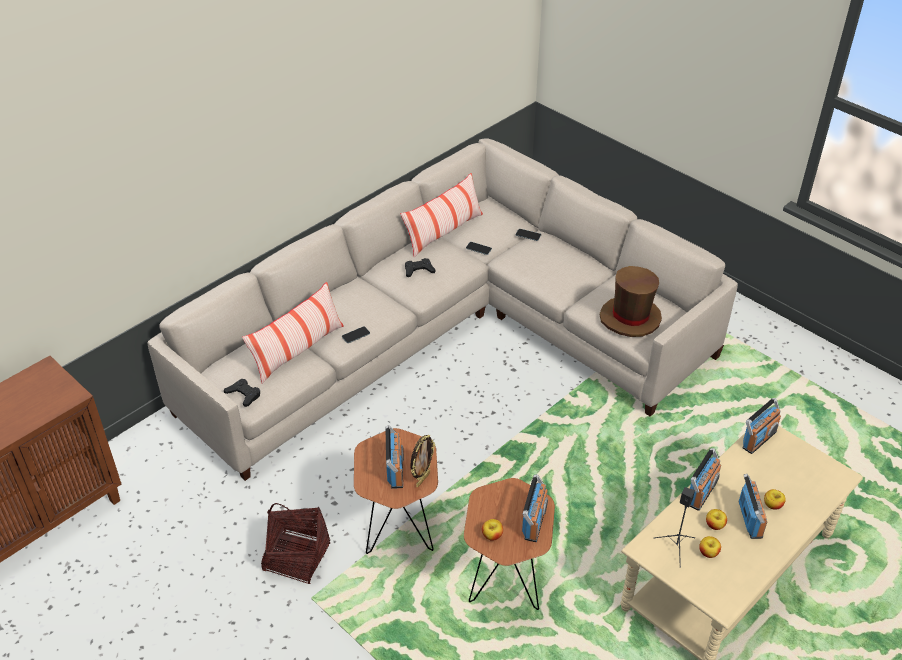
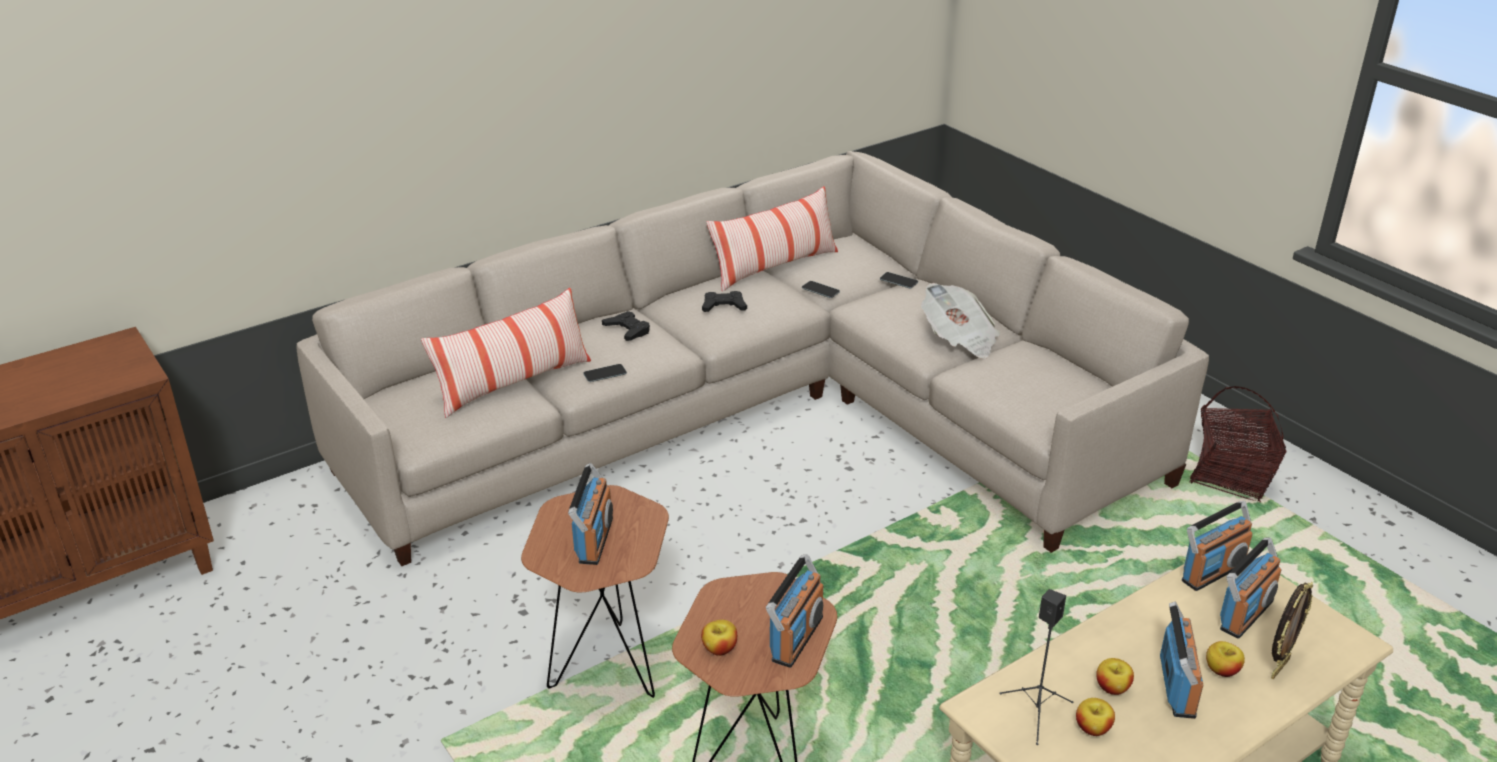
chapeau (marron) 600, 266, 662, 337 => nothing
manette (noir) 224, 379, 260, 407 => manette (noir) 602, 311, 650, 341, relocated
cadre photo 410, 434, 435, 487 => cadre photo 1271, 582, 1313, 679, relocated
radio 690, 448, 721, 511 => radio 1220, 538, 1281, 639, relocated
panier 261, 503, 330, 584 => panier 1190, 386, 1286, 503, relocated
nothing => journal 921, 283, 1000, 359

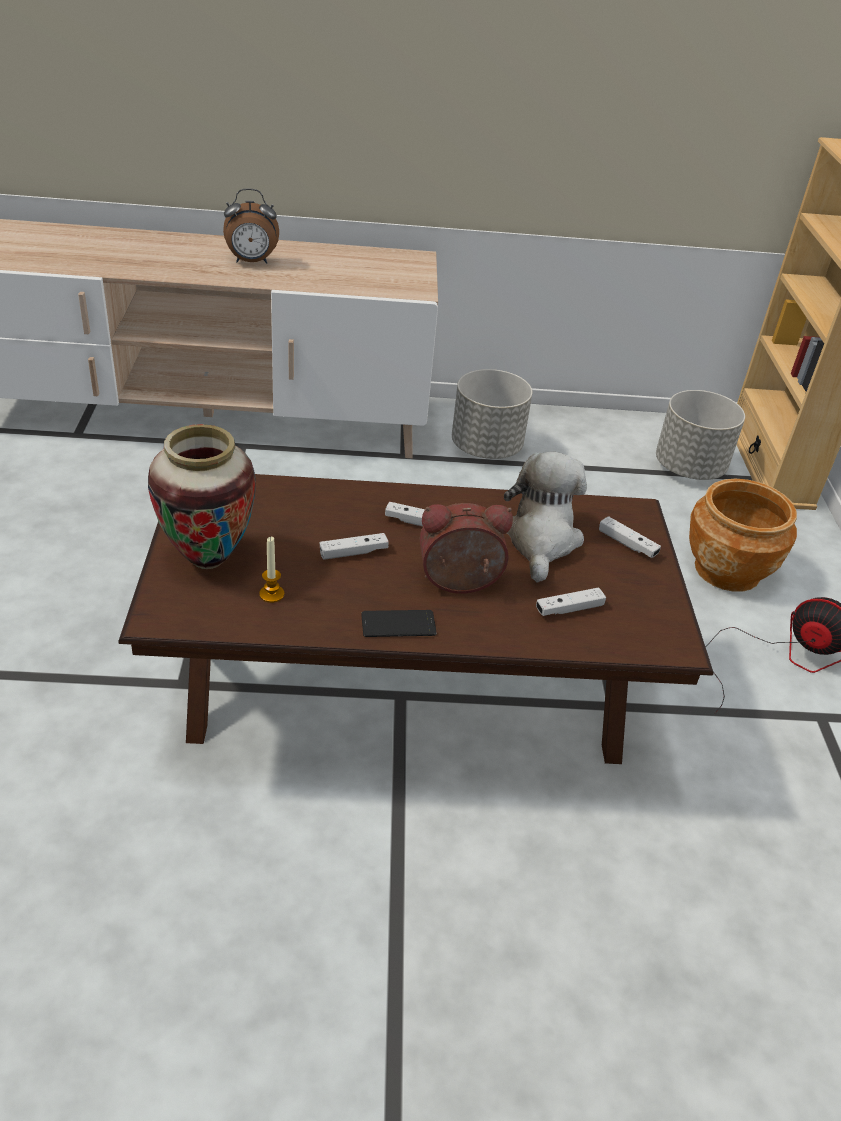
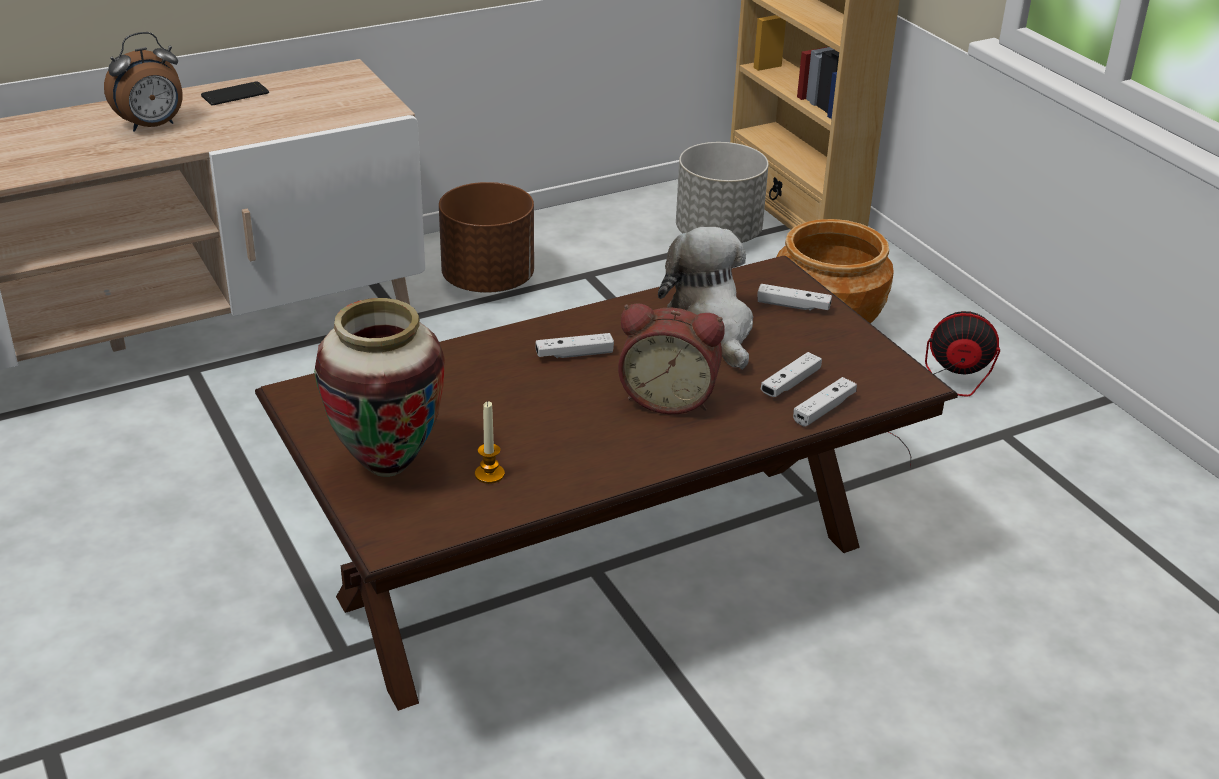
cache-pot (gris) 452, 369, 532, 459 => cache-pot (marron) 439, 182, 534, 293
réveil 420, 503, 513, 593 => réveil 618, 303, 725, 414, 135 degrees counterclockwise
manette (blanc) 320, 533, 389, 560 => manette (blanc) 793, 377, 857, 427, relocated
téléphone 361, 610, 437, 637 => téléphone 201, 81, 269, 106, relocated

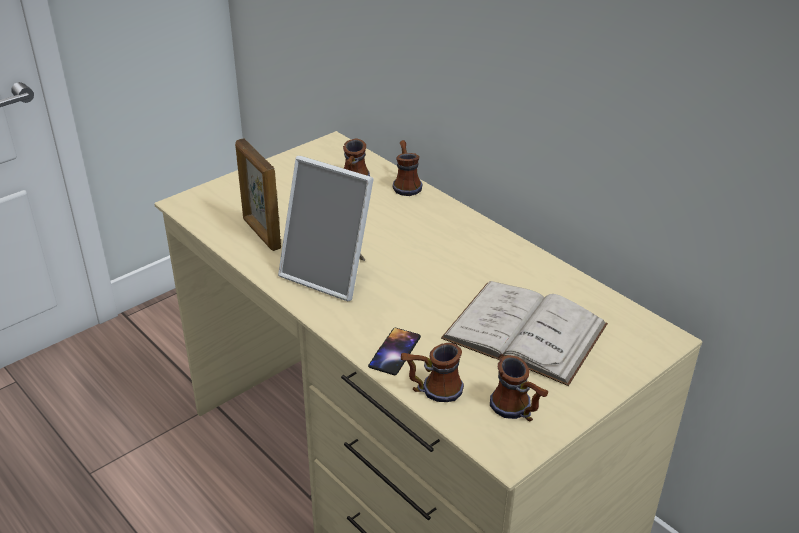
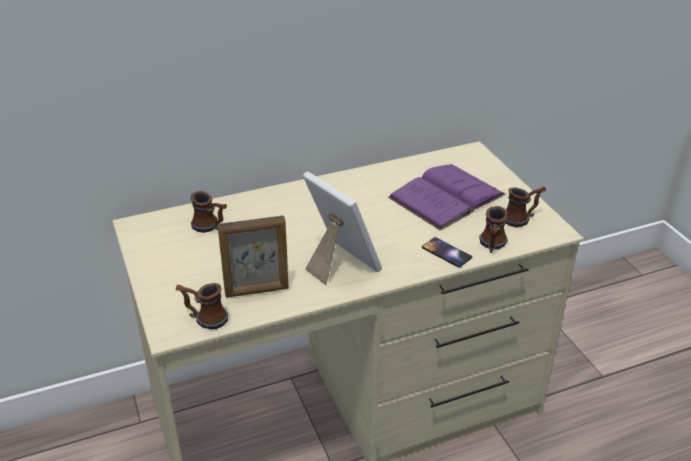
mug 392, 140, 423, 196 => mug 176, 283, 228, 329, relocated
cadre photo 278, 156, 374, 301 => cadre photo 303, 171, 382, 285, 90 degrees counterclockwise
livre (blanc) 441, 281, 608, 386 => livre (violet) 388, 164, 506, 230

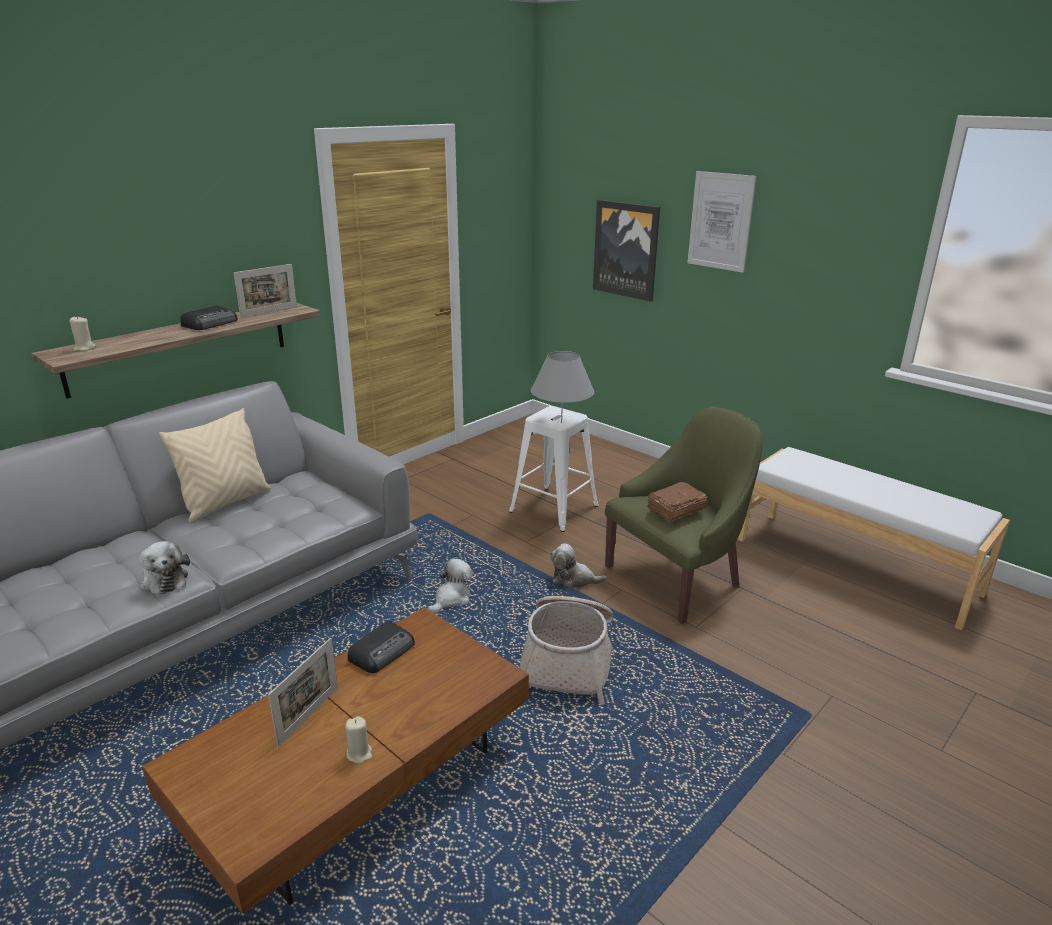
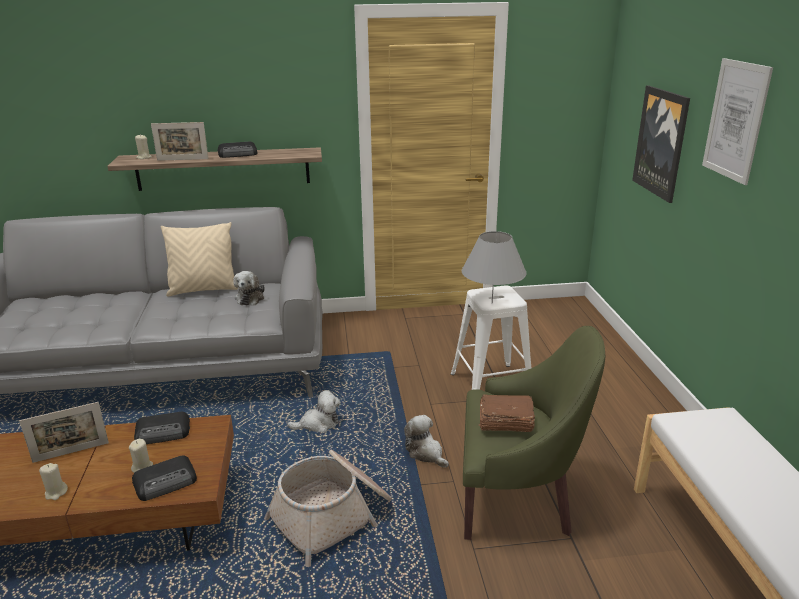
cadre photo 234, 264, 297, 318 => cadre photo 151, 122, 209, 161, relocated
peluche 139, 541, 190, 594 => peluche 233, 271, 265, 305, relocated
nothing => bougie (beige) 129, 439, 153, 473
nothing => radio 132, 455, 197, 501

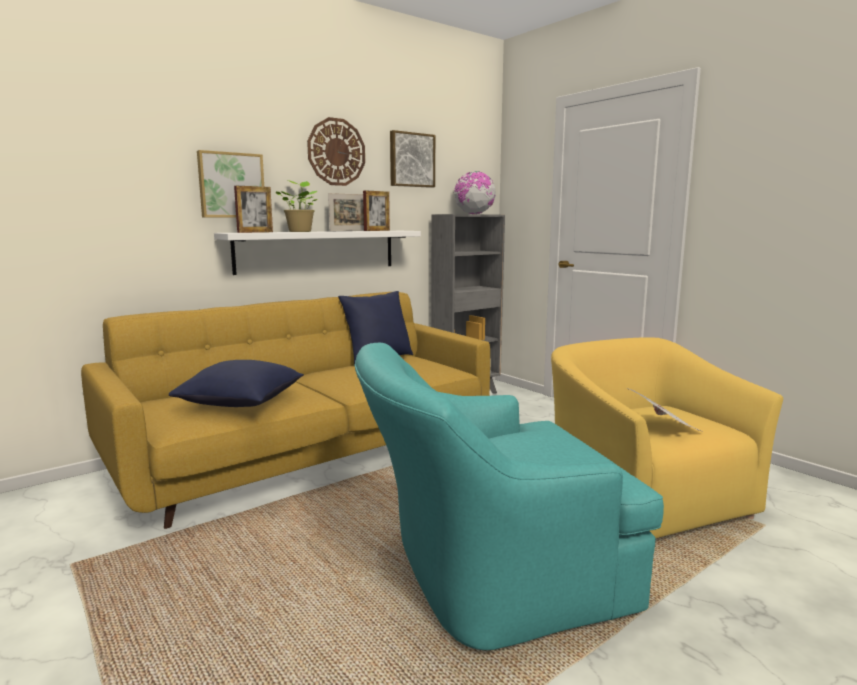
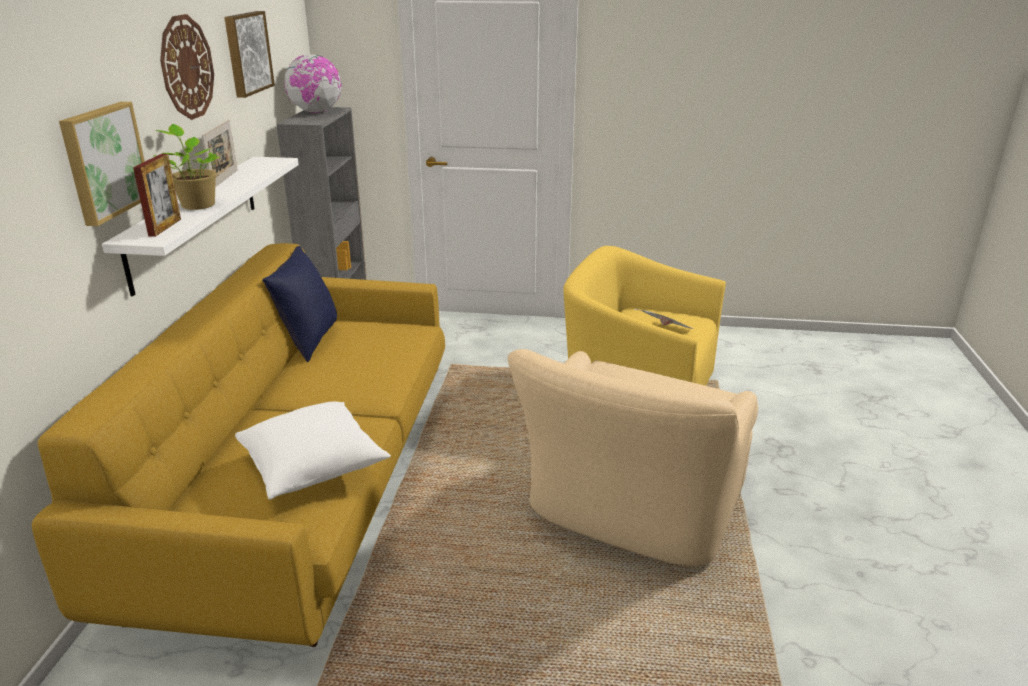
cadre photo 363, 190, 390, 231 => nothing
fauteuil (turquoise) 354, 343, 664, 650 => fauteuil (beige) 507, 349, 758, 566
coussin (bleu) 169, 360, 304, 407 => coussin (blanc) 235, 402, 391, 500

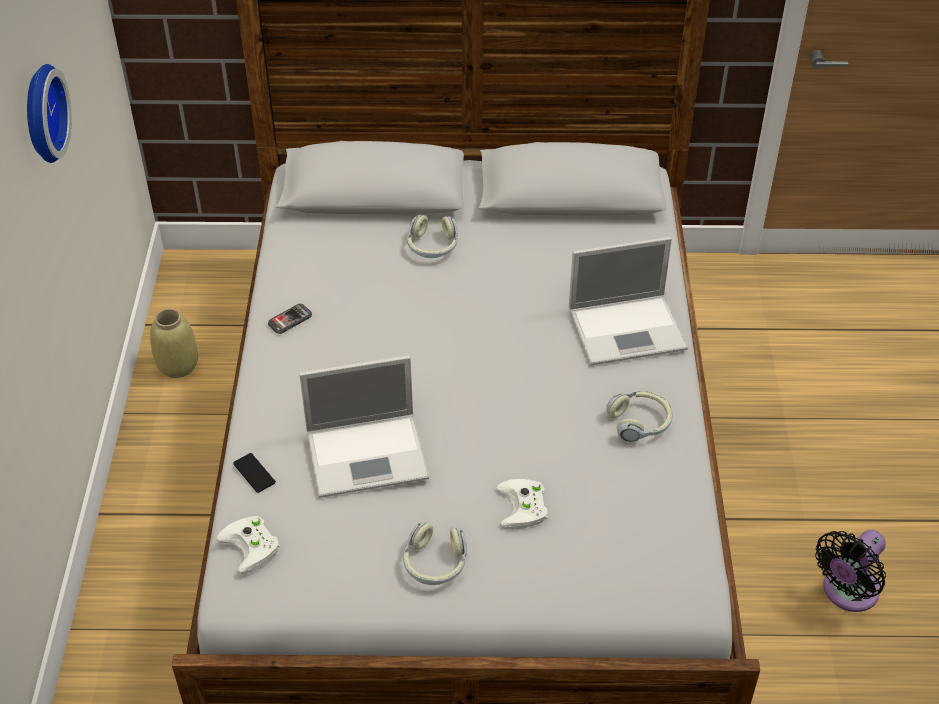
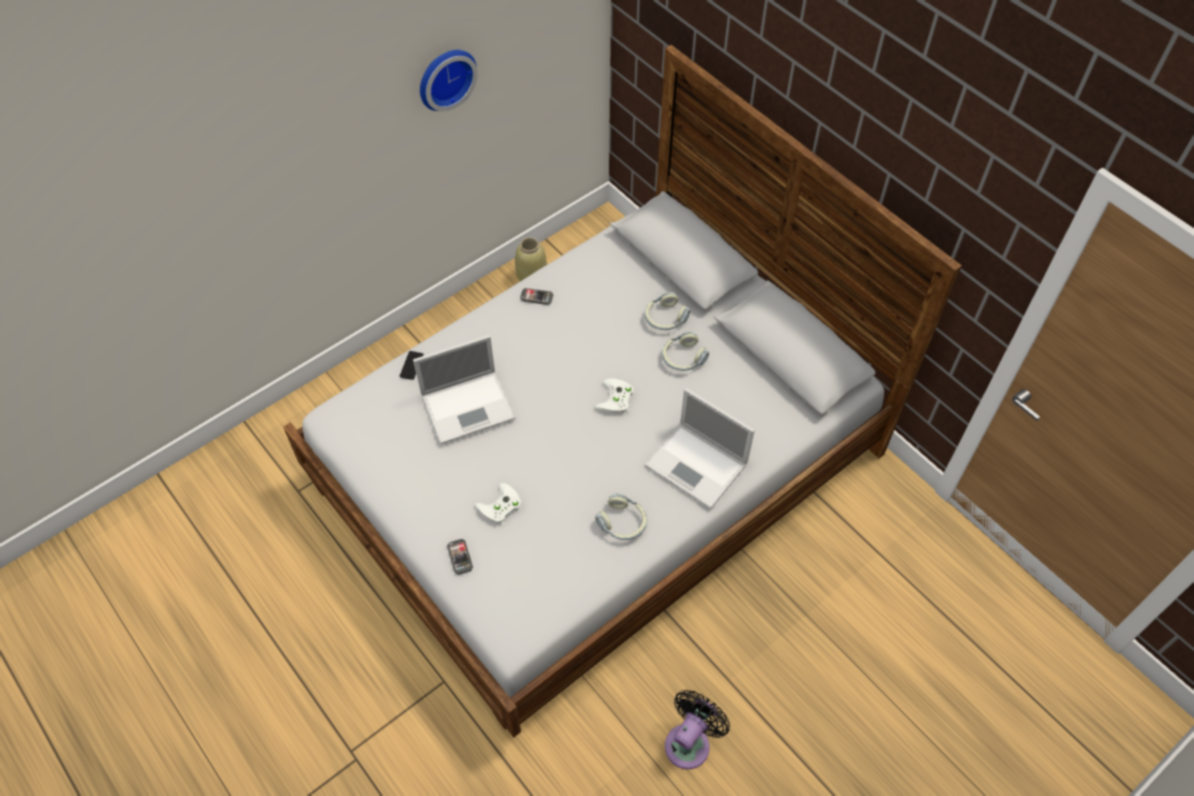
ordinateur portable 299, 355, 429, 498 => ordinateur portable 413, 335, 515, 444, 60 degrees counterclockwise
manette (blanc) 217, 516, 280, 574 => manette (blanc) 595, 379, 634, 414, relocated
casque audio 403, 522, 467, 585 => casque audio 662, 331, 709, 371, relocated
ventilateur (noir) 815, 530, 886, 612 => ventilateur (noir) 665, 690, 730, 770, 120 degrees clockwise
nothing => téléphone 447, 539, 473, 575

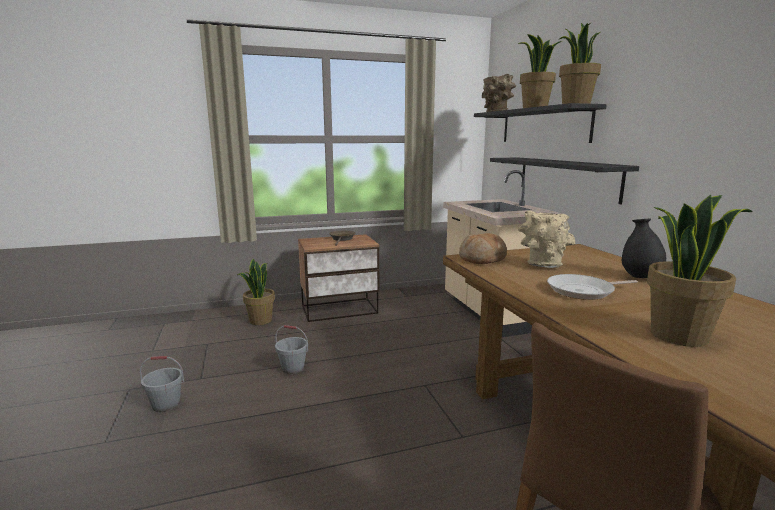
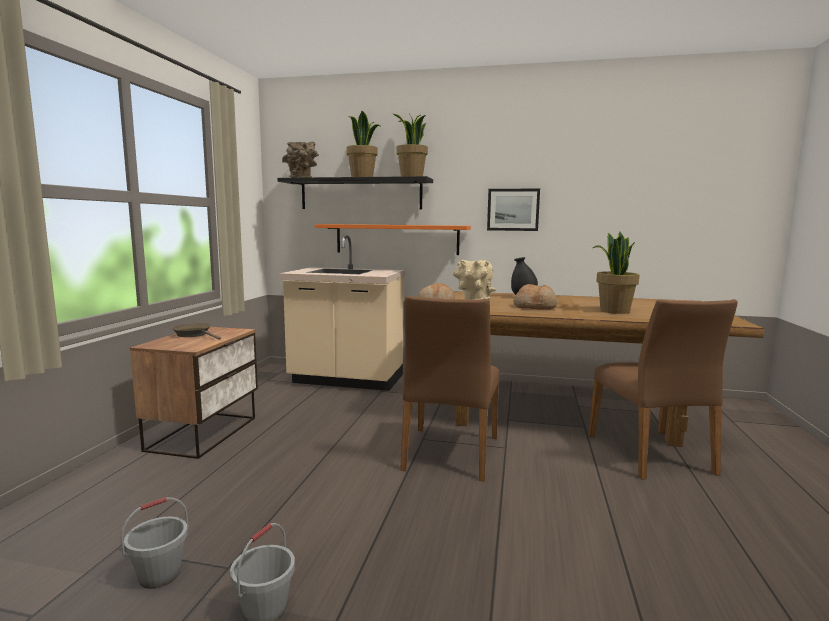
étagère (noir) 490, 158, 639, 204 => étagère (orange) 315, 224, 471, 255
plante en pot 237, 259, 275, 325 => nothing
poêle 547, 274, 638, 300 => pain 514, 284, 557, 310
seau (gris) 275, 325, 308, 374 => seau (gris) 121, 497, 189, 589, relocated
nothing => tableau 487, 189, 540, 231
nothing => chaise (marron) 400, 296, 499, 481

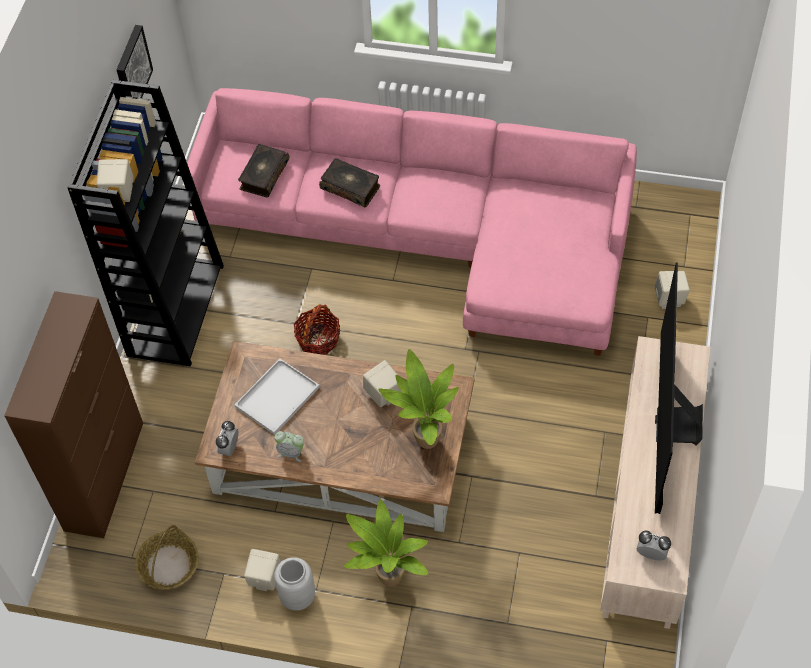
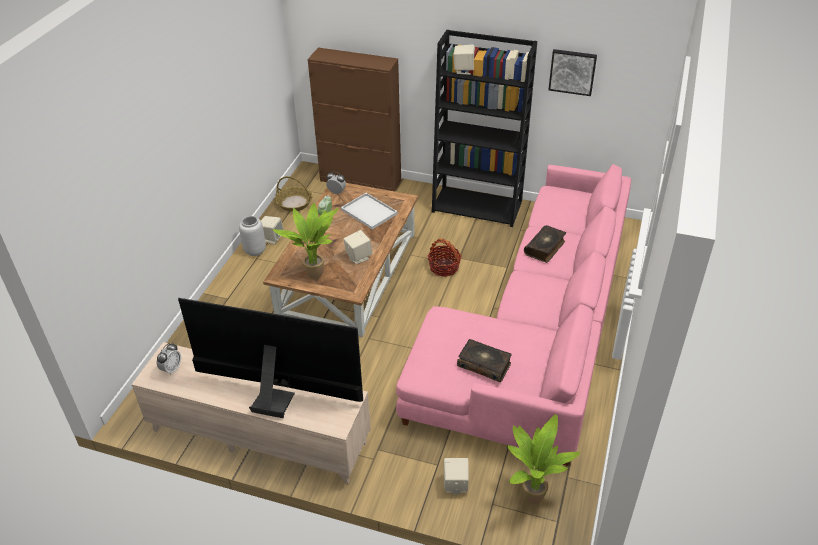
livre 238, 144, 289, 198 => livre 457, 339, 511, 382, relocated
plante en pot 344, 499, 428, 586 => plante en pot 507, 414, 581, 504, relocated

